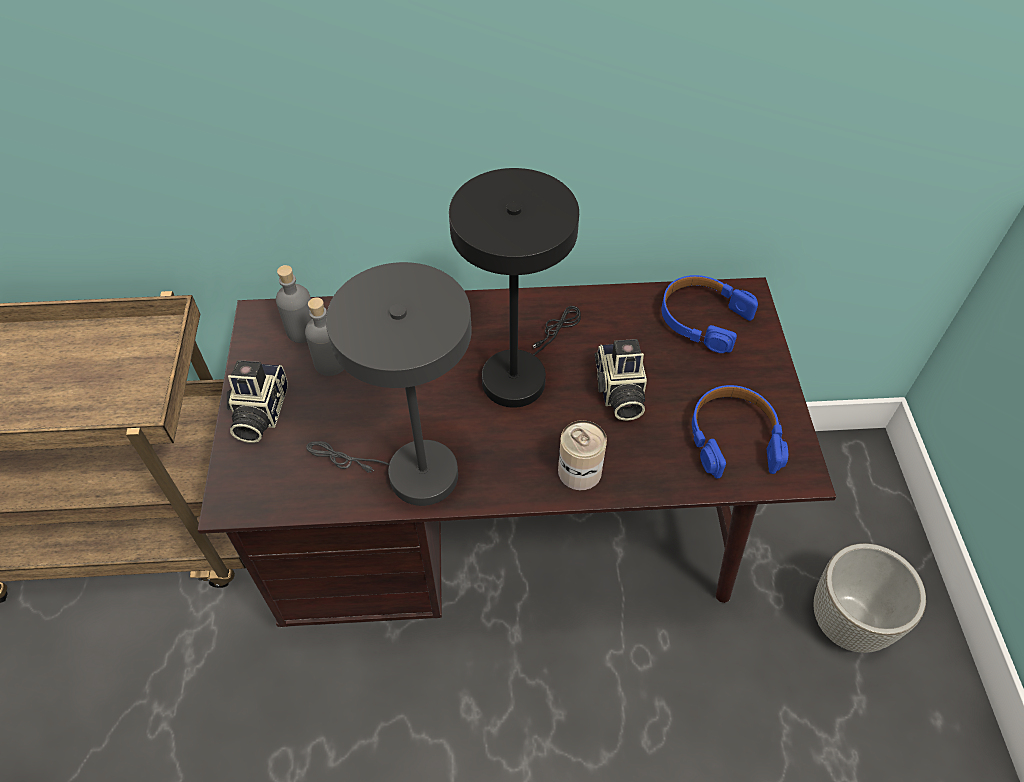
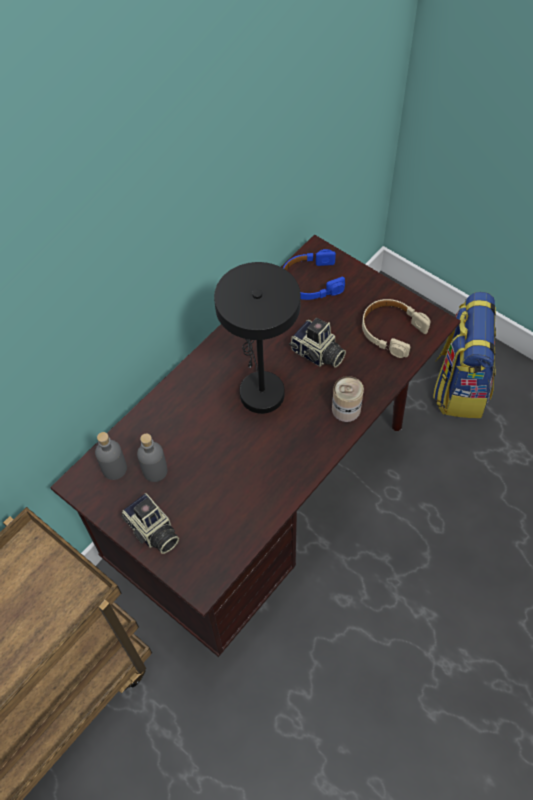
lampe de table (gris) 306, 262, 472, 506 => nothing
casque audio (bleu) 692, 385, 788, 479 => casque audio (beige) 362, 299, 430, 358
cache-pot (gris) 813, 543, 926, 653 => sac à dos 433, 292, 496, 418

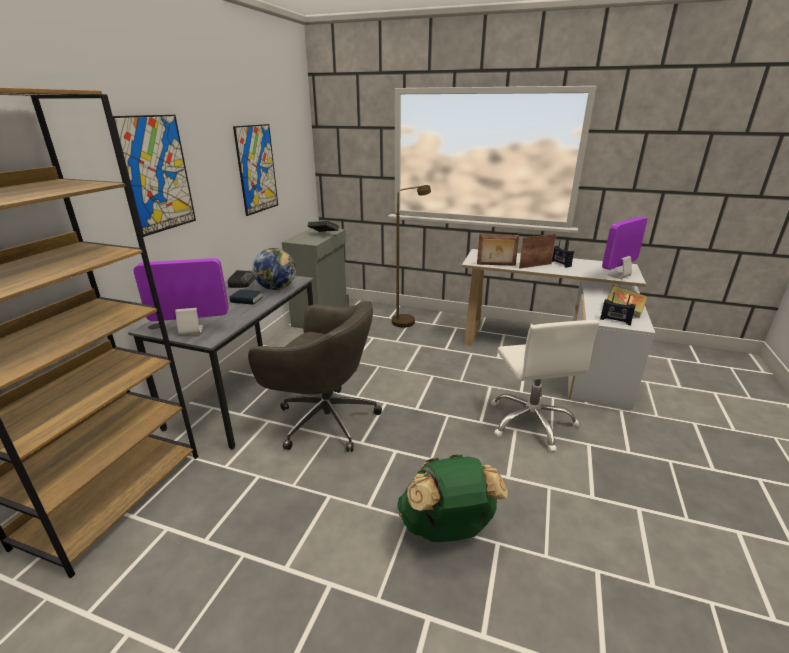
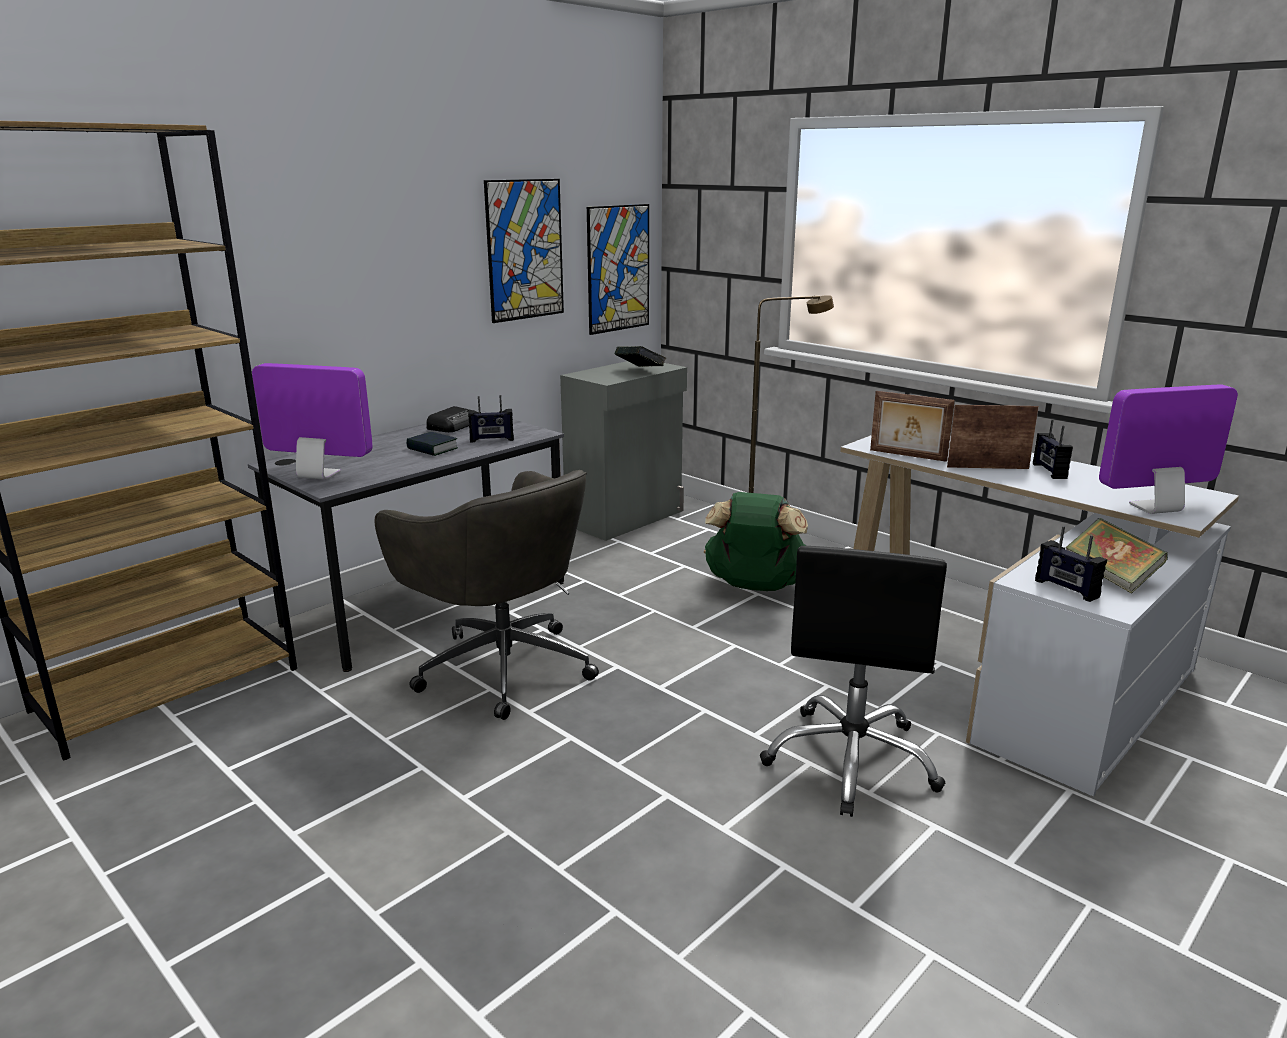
tableau 113, 115, 196, 237 => tableau 587, 204, 649, 335, relocated
globe 252, 248, 296, 290 => radio 468, 395, 514, 443
chaise de bureau (blanc) 491, 320, 600, 452 => chaise de bureau (noir) 760, 546, 947, 817
sac à dos (vert) 397, 454, 508, 542 => sac à dos (vert) 704, 492, 808, 591, relocated

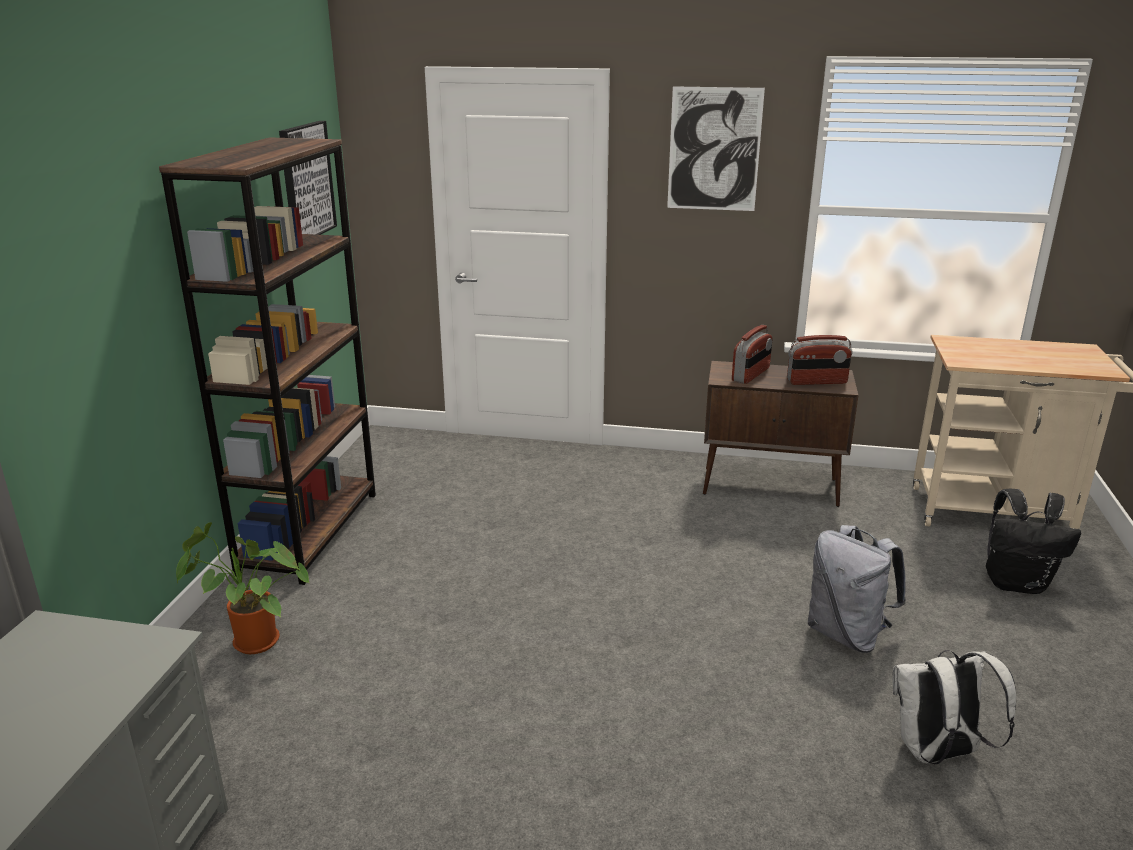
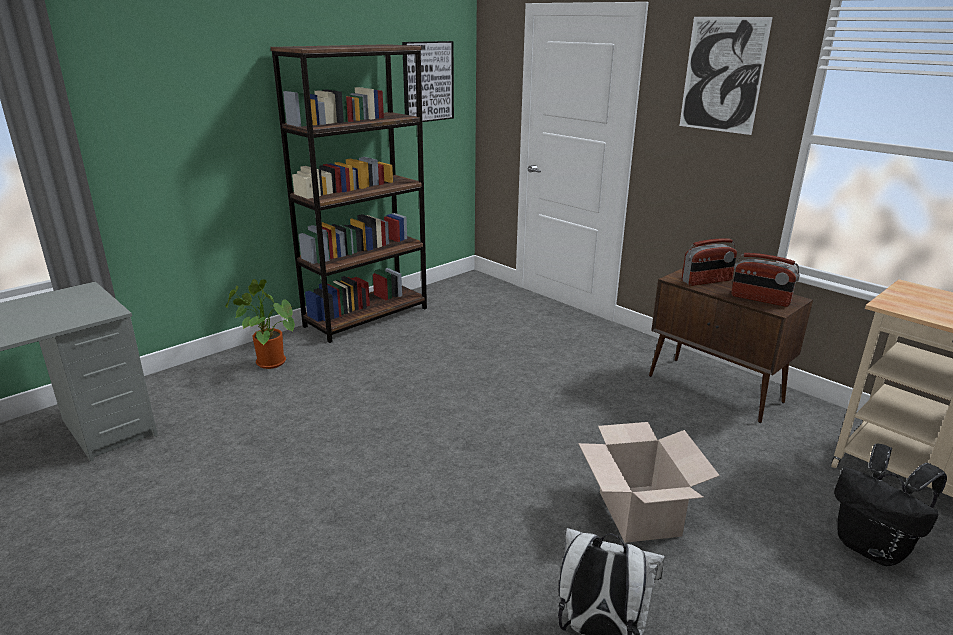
sac à dos (gris) 807, 525, 906, 653 => carton 579, 422, 720, 543

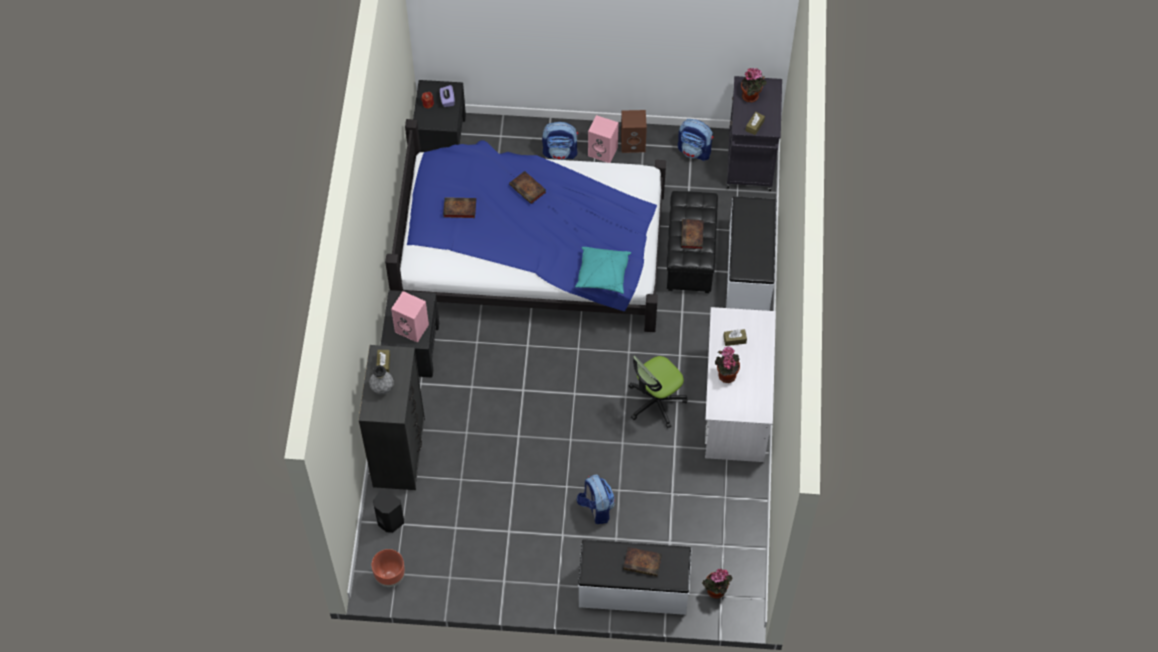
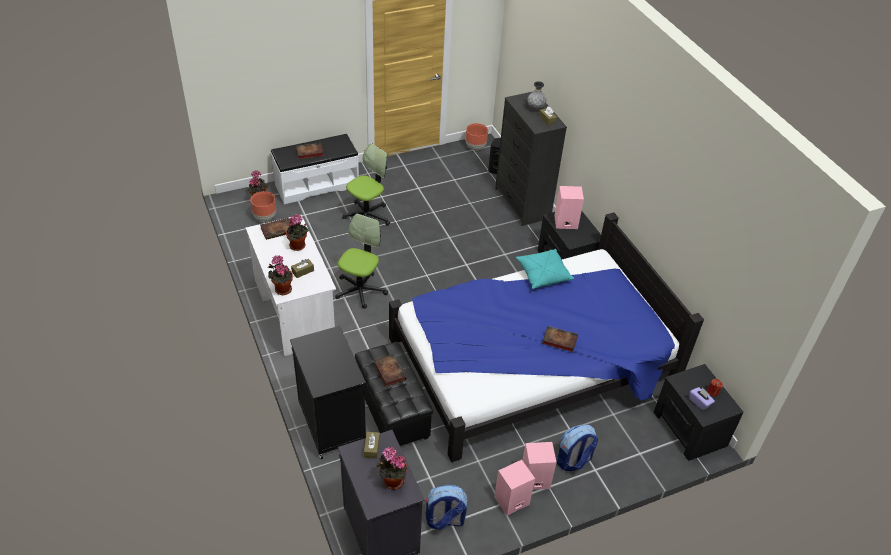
enceinte (marron) 621, 110, 647, 153 => enceinte (rose) 494, 460, 535, 515
banc (blanc) 726, 196, 777, 311 => meuble de rangement (noir) 290, 326, 366, 459
livre 443, 197, 476, 218 => livre 260, 218, 292, 240, relocated
coussin (turquoise) 575, 247, 631, 294 => coussin (turquoise) 516, 249, 574, 289, relocated
sac à dos 577, 475, 615, 524 => chaise de bureau 343, 143, 390, 226
nothing => cache-pot (marron) 250, 191, 276, 222
nothing => plante en pot 268, 255, 293, 295

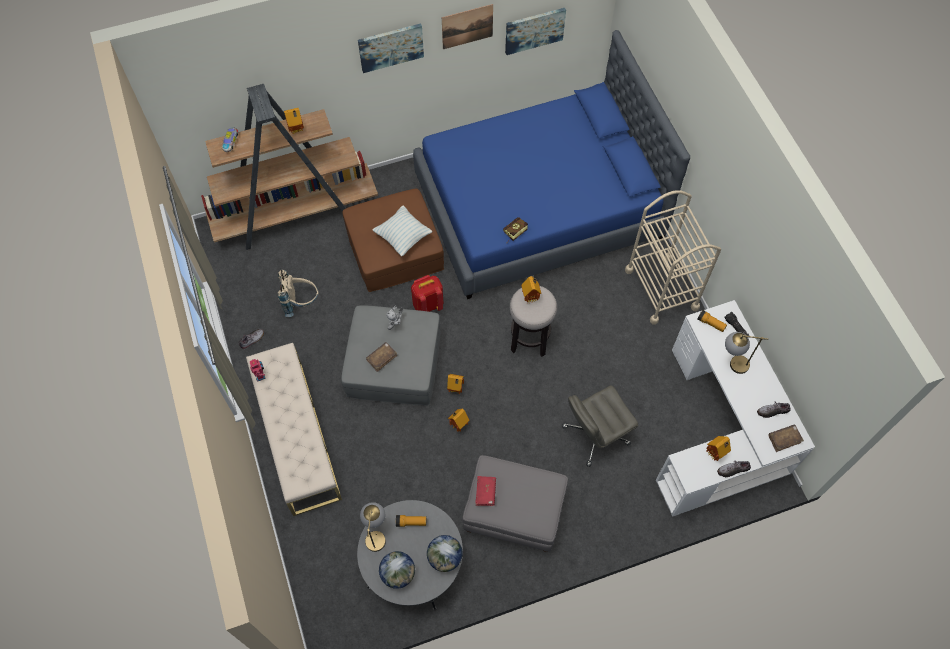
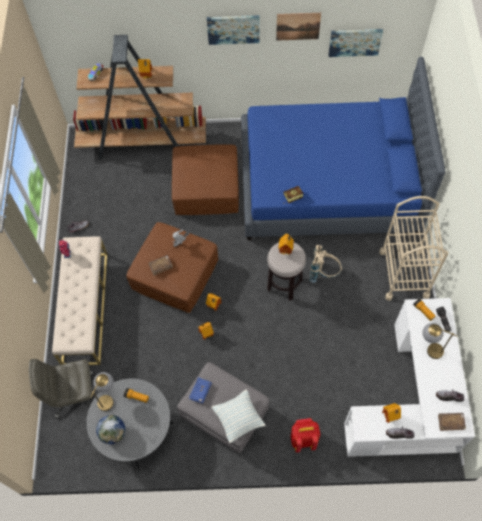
coussin 373, 206, 433, 256 => coussin 212, 390, 266, 443, relocated
sac à dos (beige) 278, 270, 318, 317 => sac à dos (beige) 309, 244, 342, 283, relocated
sac à dos (rouge) 411, 275, 444, 312 => sac à dos (rouge) 291, 418, 320, 453, relocated
pouf (gris) 341, 305, 441, 406 => pouf (marron) 126, 222, 218, 313
chaise de bureau (gris) 562, 386, 638, 467 => chaise de bureau (gris) 29, 359, 93, 418, relocated
livre (rouge) 475, 476, 496, 506 => livre (bleu) 189, 377, 212, 404
globe 427, 535, 463, 572 => nothing

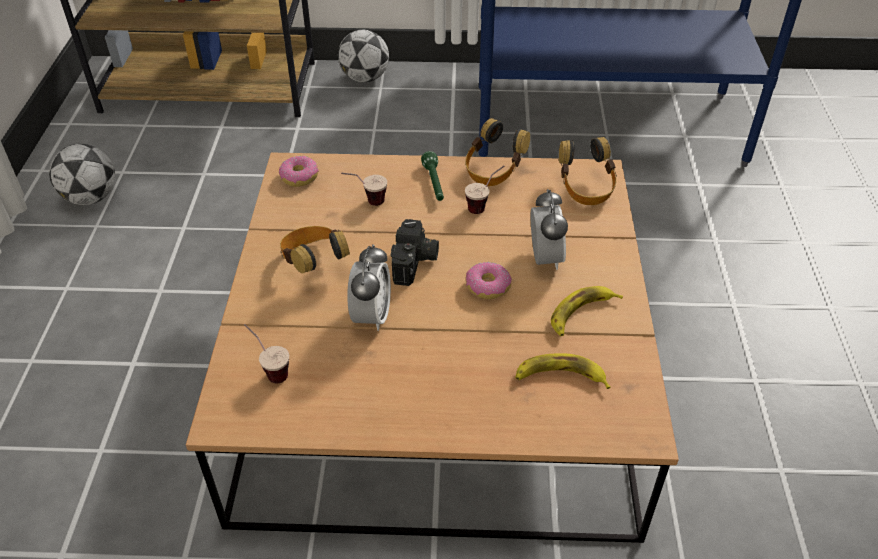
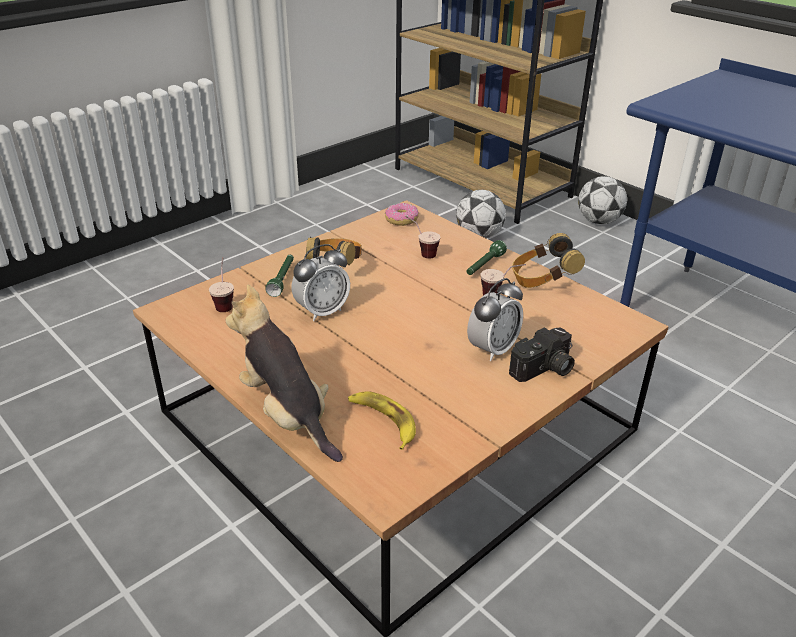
casque audio 559, 137, 617, 205 => nothing
ballon de foot 49, 144, 115, 205 => ballon de foot 456, 190, 506, 238, relocated
appareil photo 391, 219, 439, 286 => appareil photo 509, 327, 575, 382, relocated
beignet 465, 262, 512, 299 => nothing
banane 551, 286, 623, 336 => nothing
nothing => lampe de poche (vert) 265, 255, 294, 297
nothing => peluche 226, 285, 343, 462

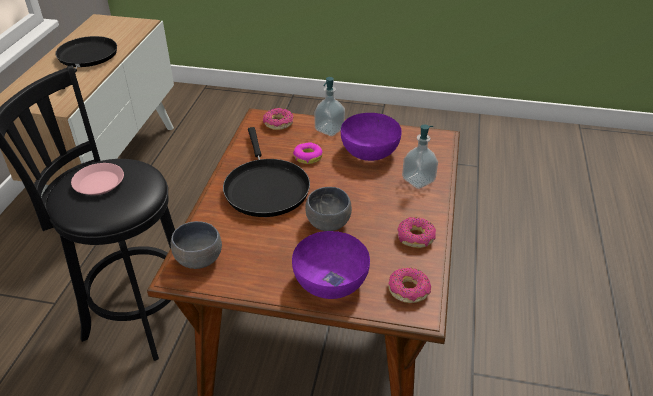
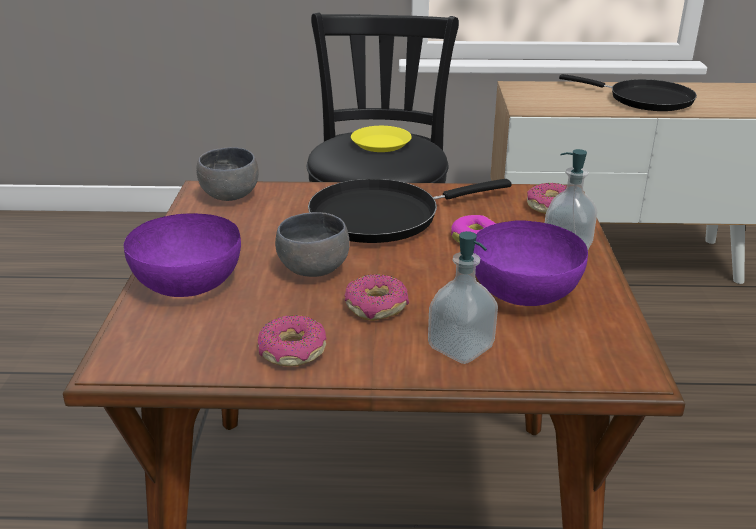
poêle (noir) 55, 36, 117, 89 => poêle (noir) 559, 74, 697, 111, 45 degrees clockwise
assiette (rose) 71, 163, 124, 195 => assiette (jaune) 351, 126, 412, 152
beignet 389, 268, 431, 303 => beignet 345, 274, 409, 321, relocated

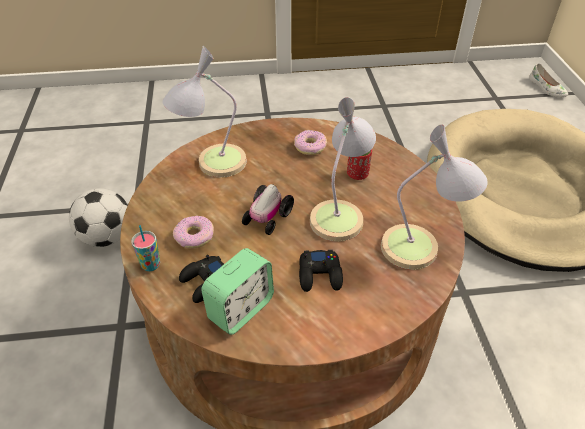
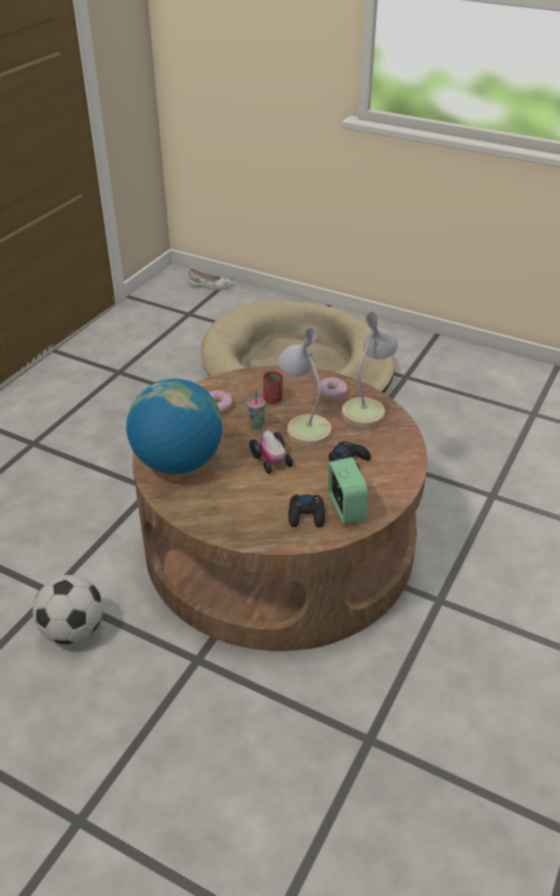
lampe de table 163, 46, 247, 178 => globe 126, 379, 223, 474
beignet 173, 216, 214, 249 => beignet 318, 377, 347, 400, relocated
tasse 131, 225, 160, 271 => tasse 247, 390, 265, 429, relocated

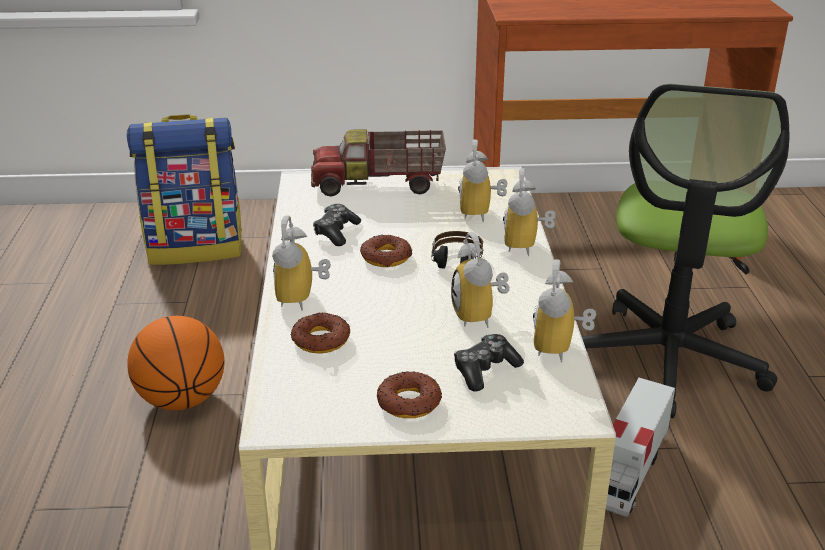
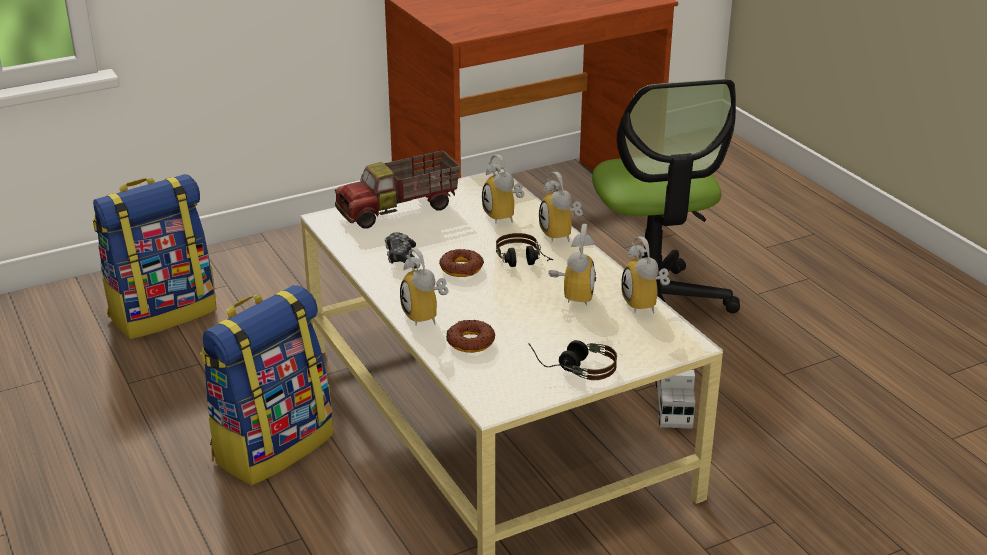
réveil 451, 232, 510, 328 => réveil 548, 224, 596, 306, 135 degrees counterclockwise
ballon de basket 127, 316, 225, 410 => sac à dos 200, 285, 333, 485
manette 454, 334, 524, 392 => nothing
beignet 377, 371, 442, 418 => casque audio 529, 340, 617, 380

